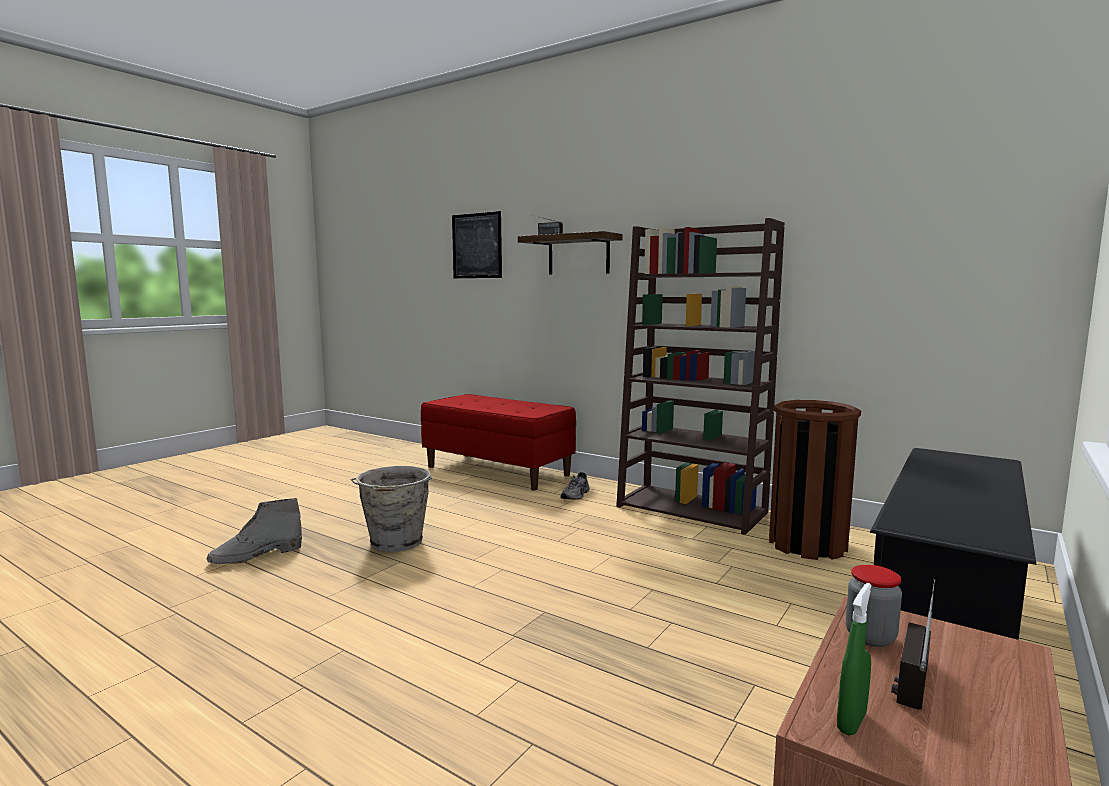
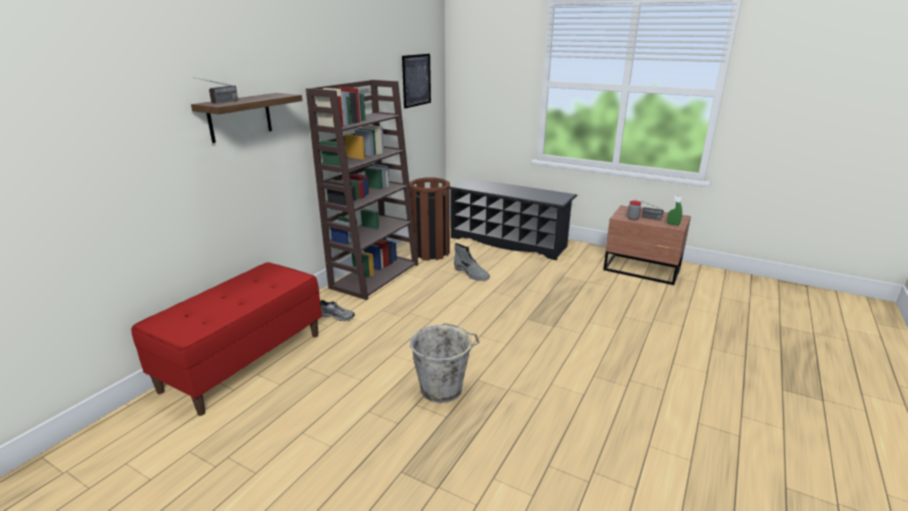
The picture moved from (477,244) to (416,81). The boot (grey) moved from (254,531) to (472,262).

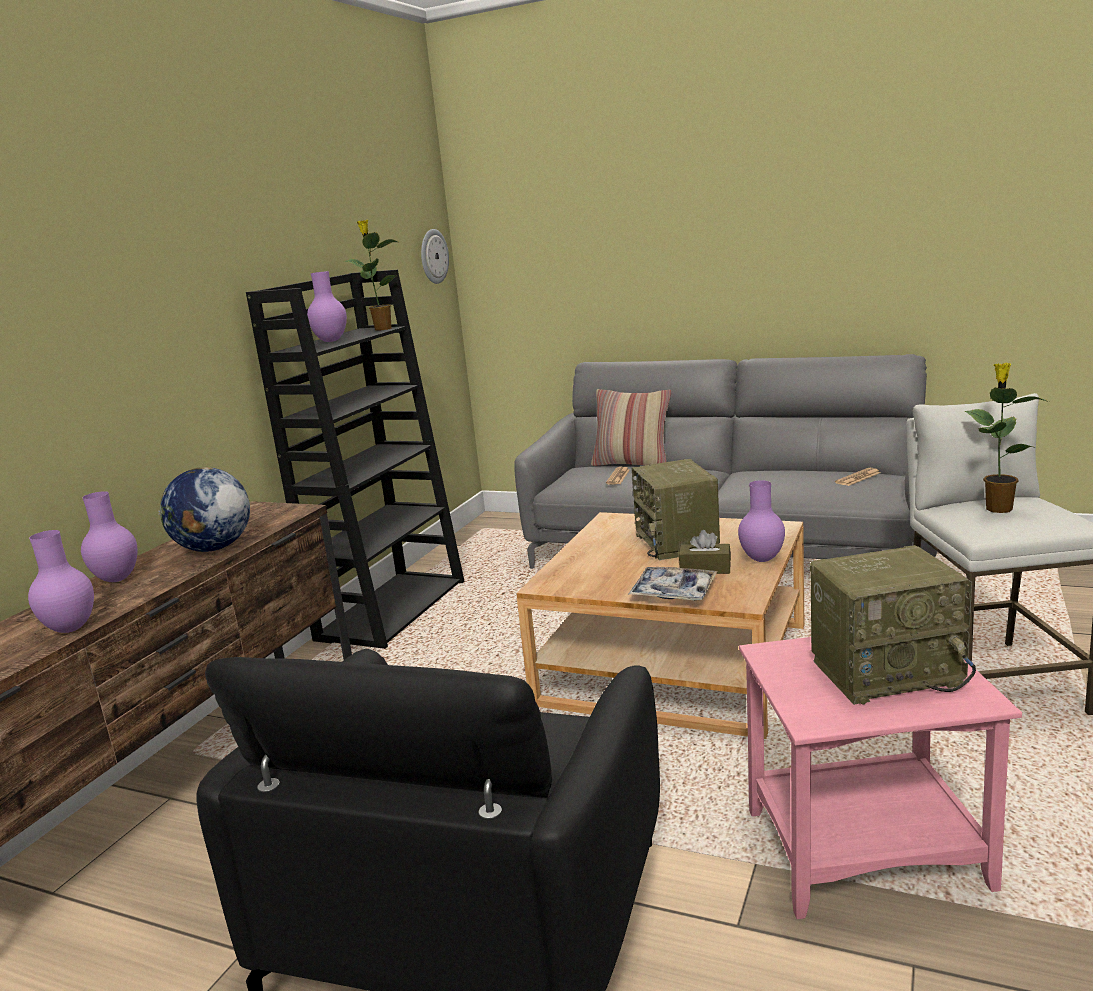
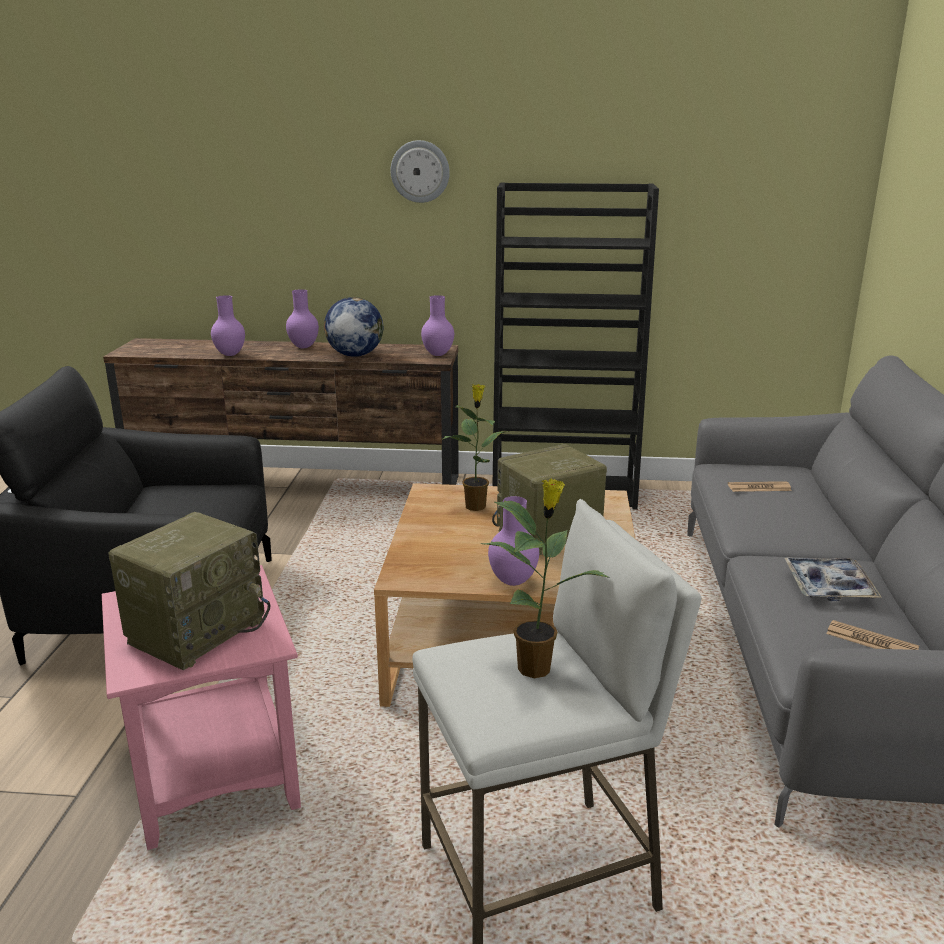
The radio at (893,625) turned 120 degrees counterclockwise. The wall clock moved from (435,256) to (420,171). The vase (purple) moved from (327,306) to (437,325). The potted plant moved from (370,275) to (476,447). The tray moved from (673,584) to (833,579). The pillow at (631,427) disappeared. The tissue box (brown) at (705,552) disappeared.

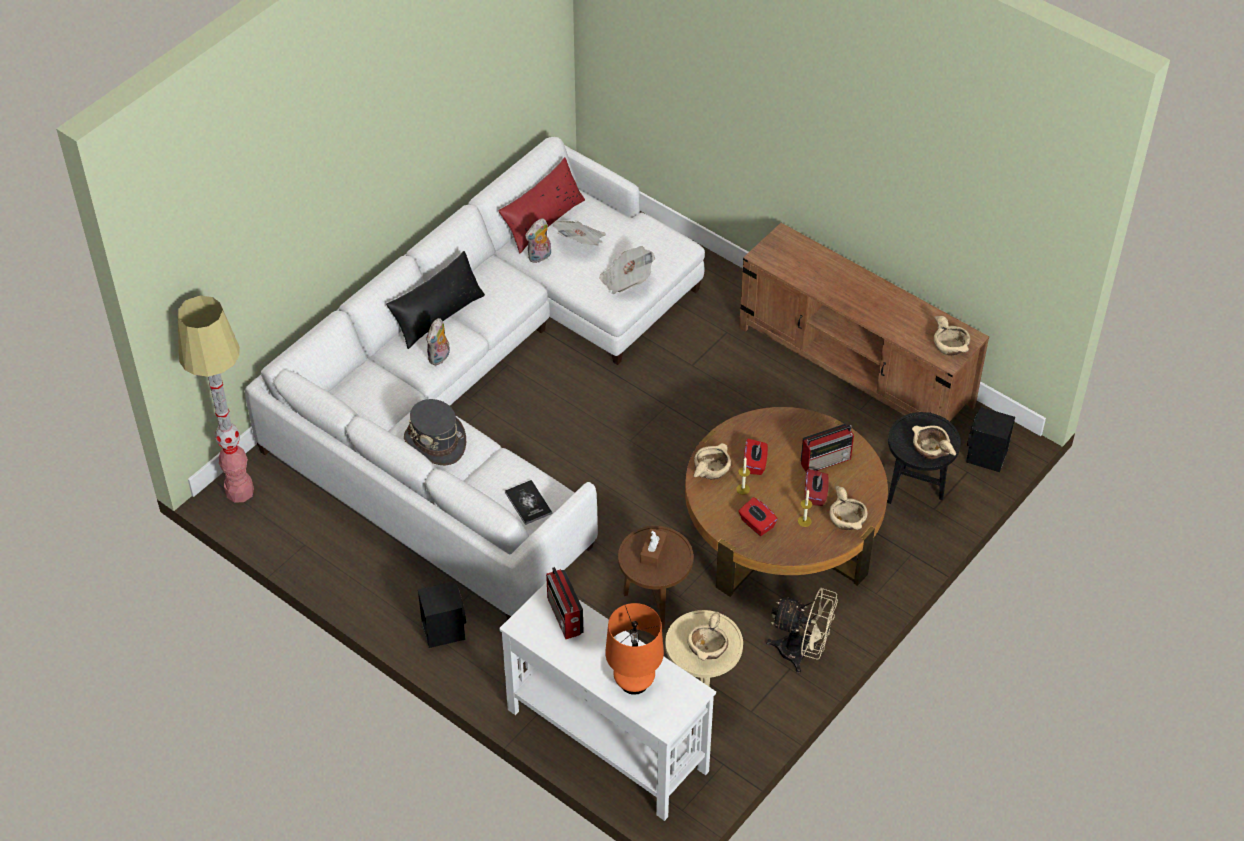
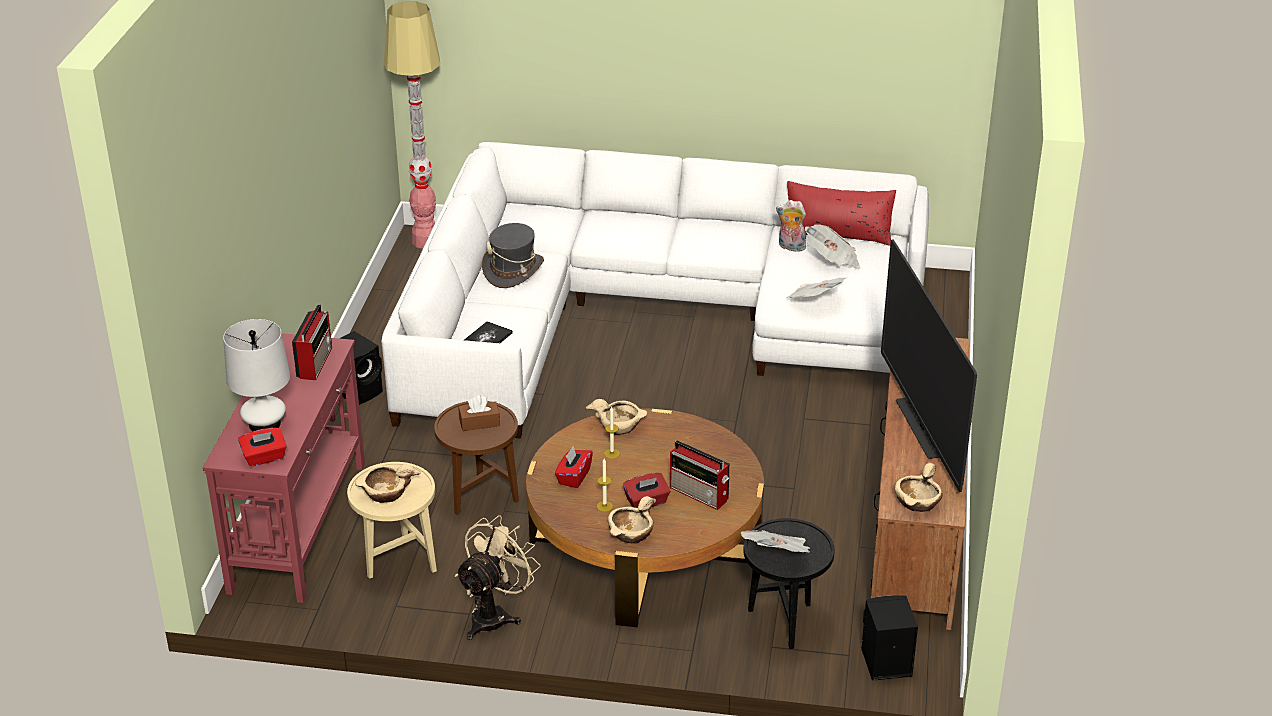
The console table (white) at (607,701) became the console table (red) at (284,468). The table lamp (orange) at (634,649) became the table lamp (white) at (256,375). The tissue box (red) moved from (756,457) to (262,447). The radio at (564,603) turned 150 degrees clockwise. The fan (beige) at (802,630) turned 135 degrees counterclockwise. The bowl (beige) at (934,442) was replaced by the newspaper at (775,541). The television at (929,366) appeared. The pillow (black) at (435,300) disappeared. The plush toy at (438,342) disappeared.

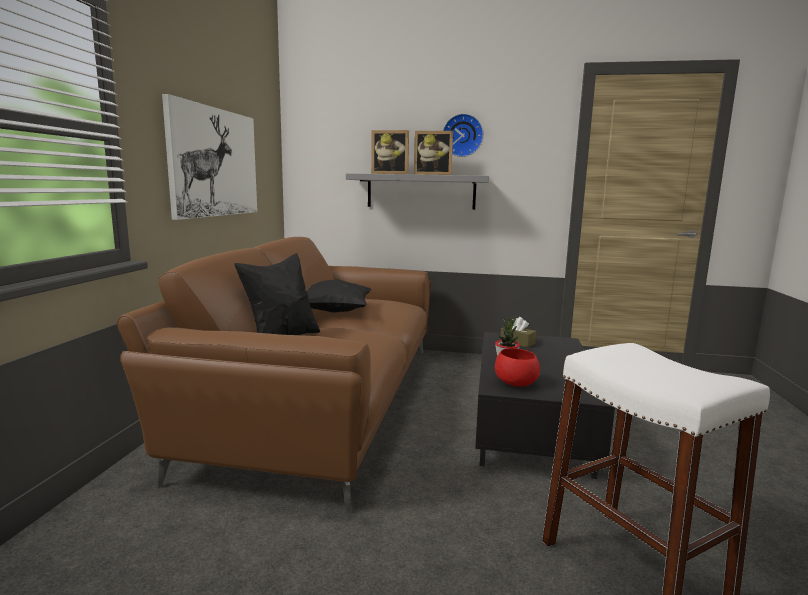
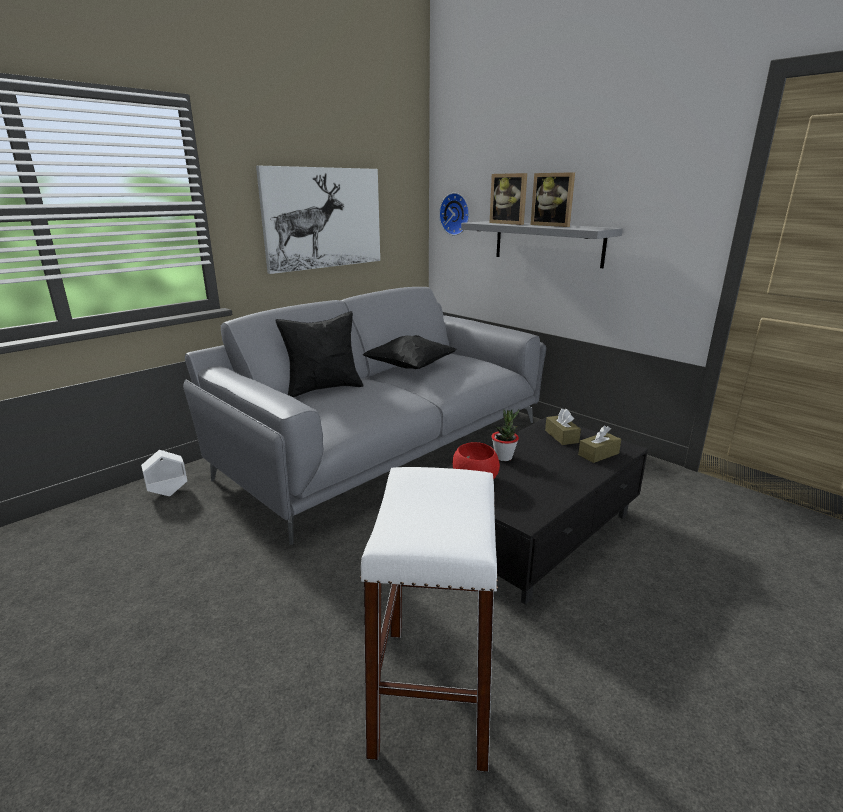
The planter (white) at (164,473) appeared. The sofa (brown) at (274,375) became the sofa (grey) at (364,416). The wall clock moved from (463,135) to (454,214). The tissue box (brown) at (599,444) appeared.

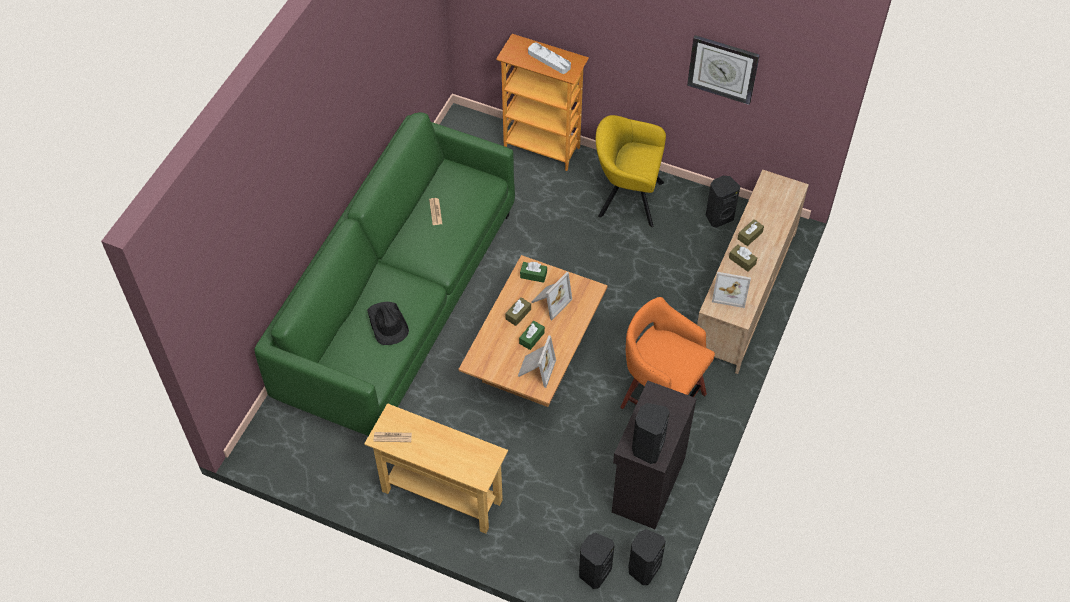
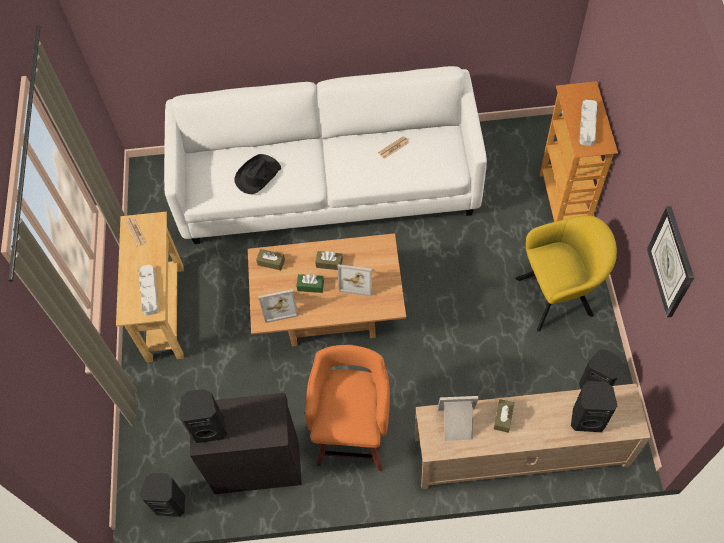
The tray (grey) at (148,290) appeared. The sofa (green) at (385,274) became the sofa (white) at (325,155). The tissue box (brown) moved from (751,232) to (270,259). The picture frame at (731,290) turned 105 degrees clockwise. The armchair (yellow) at (631,171) turned 90 degrees clockwise. The speaker (black) moved from (597,561) to (594,406). The tissue box (green) at (533,272) disappeared.

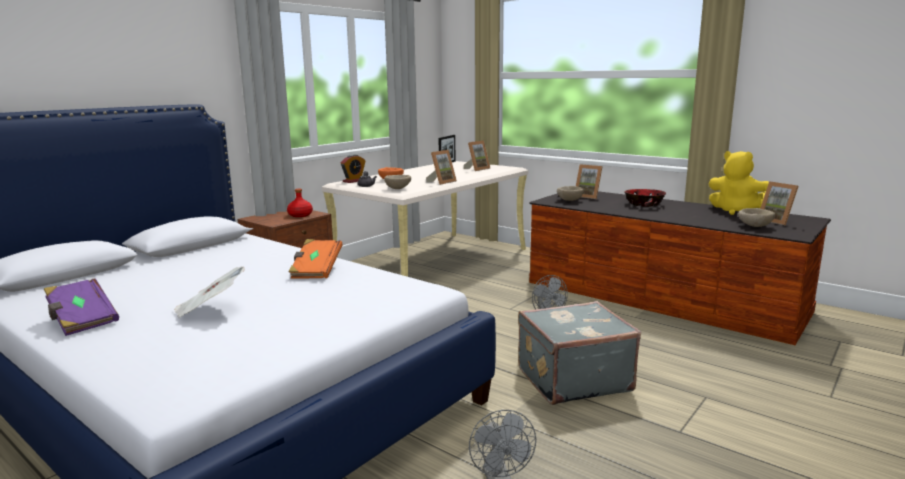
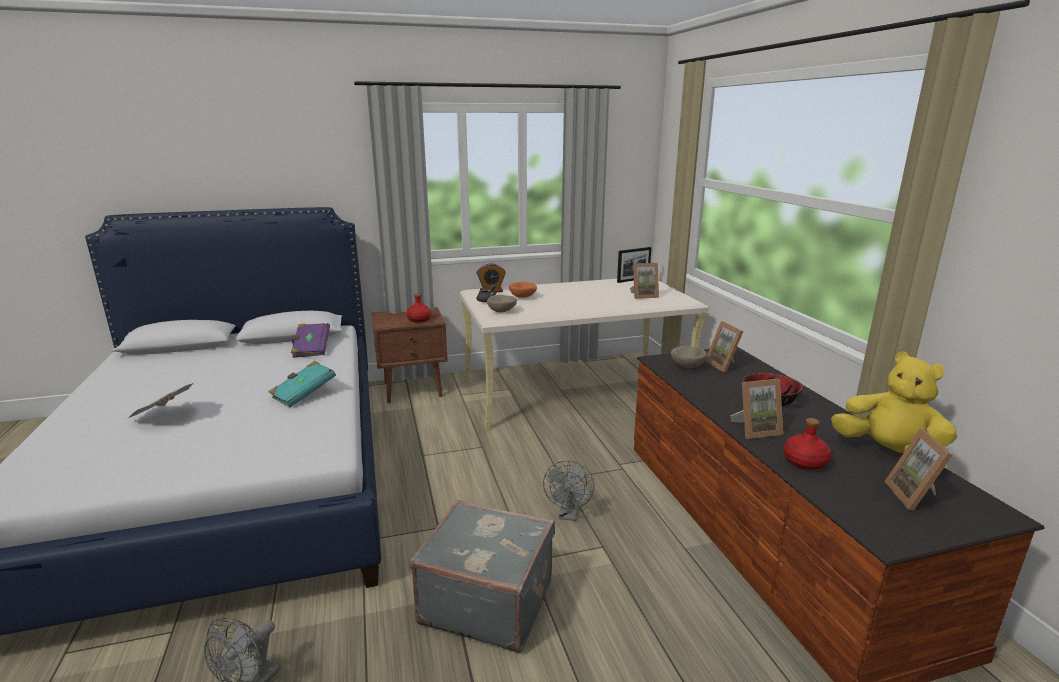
The book (orange) at (315,259) became the book (turquoise) at (302,384). The book (purple) moved from (81,307) to (310,340). The picture frame moved from (441,167) to (757,409). The bottle (red) at (807,444) appeared. The plush toy (yellow) at (738,183) turned 150 degrees clockwise. The bowl (beige) at (756,217) disappeared.

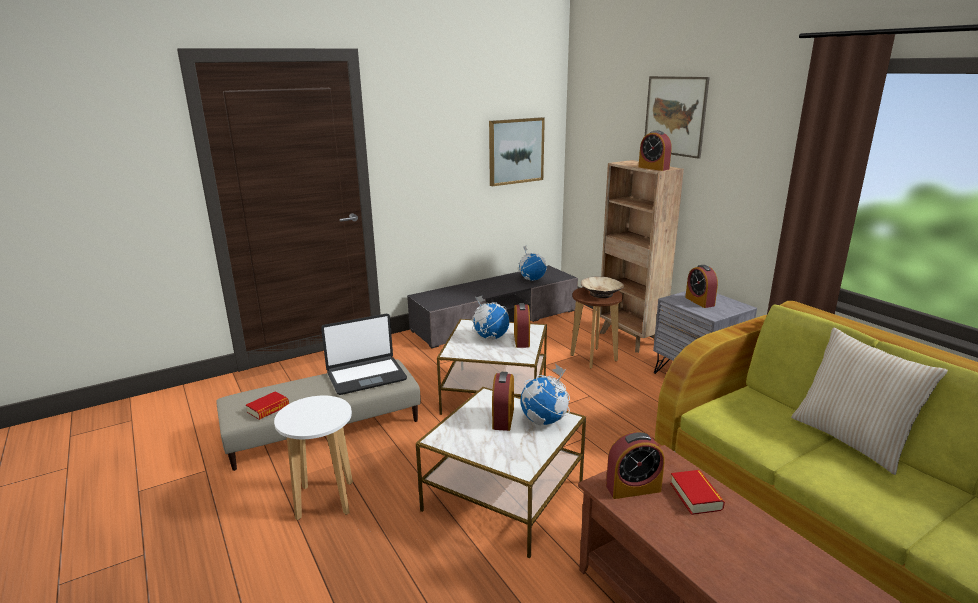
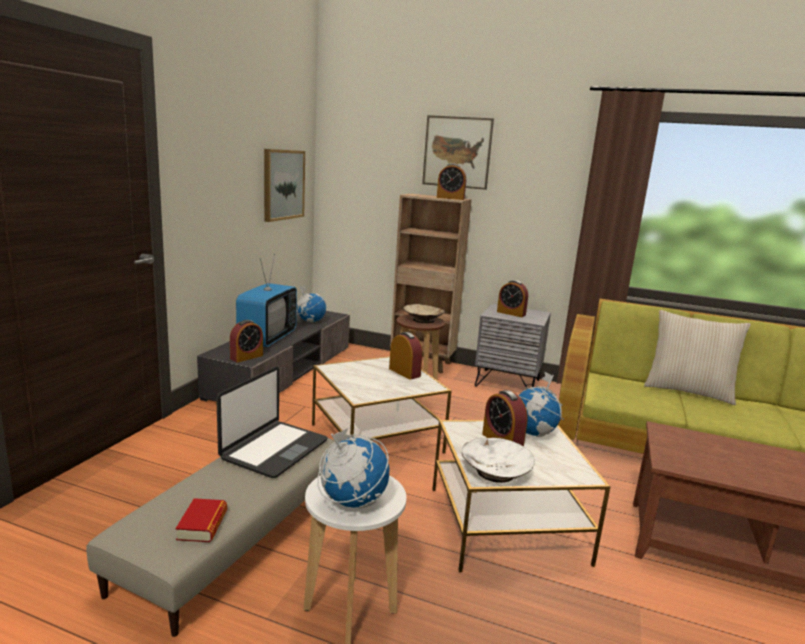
The alarm clock moved from (635,465) to (246,341). The television at (266,300) appeared. The globe moved from (490,318) to (353,468). The bowl (white) at (498,460) appeared. The book at (697,492) disappeared.

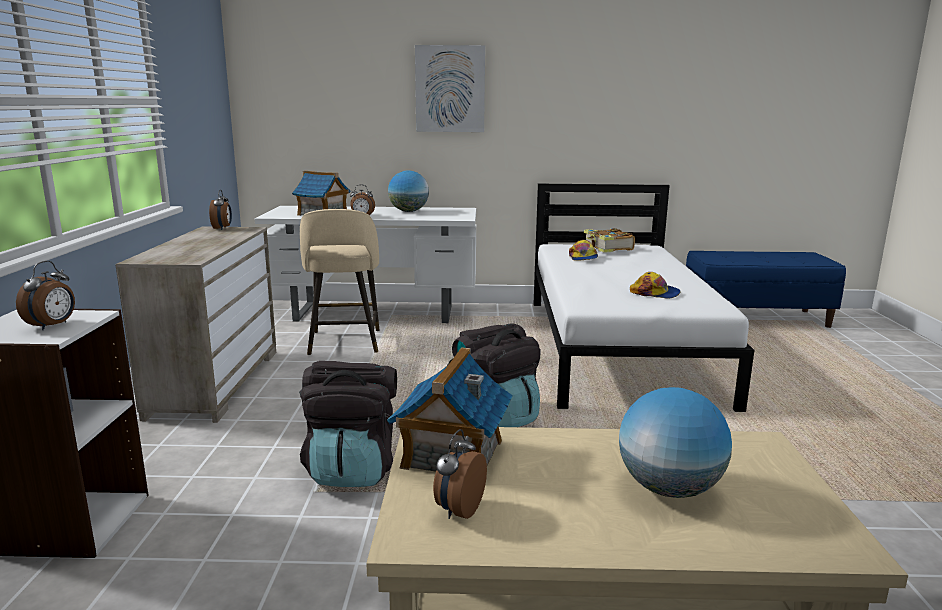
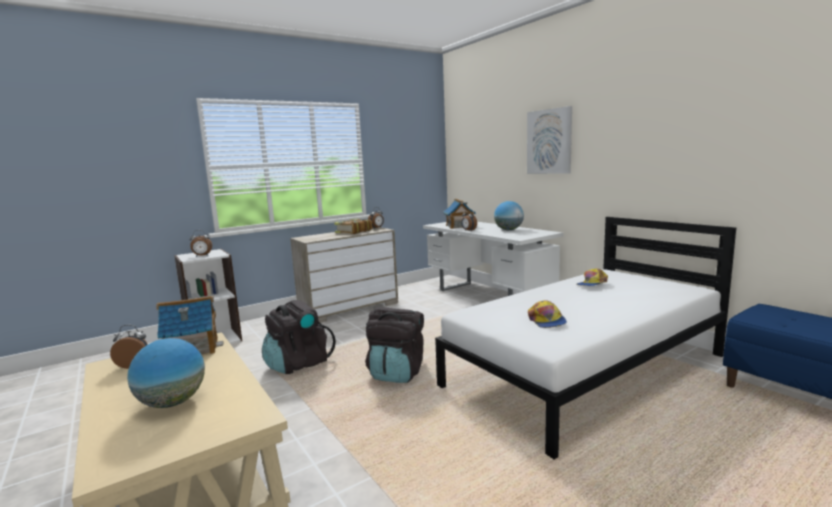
The book moved from (609,240) to (353,226). The stool (beige) at (339,282) disappeared.

